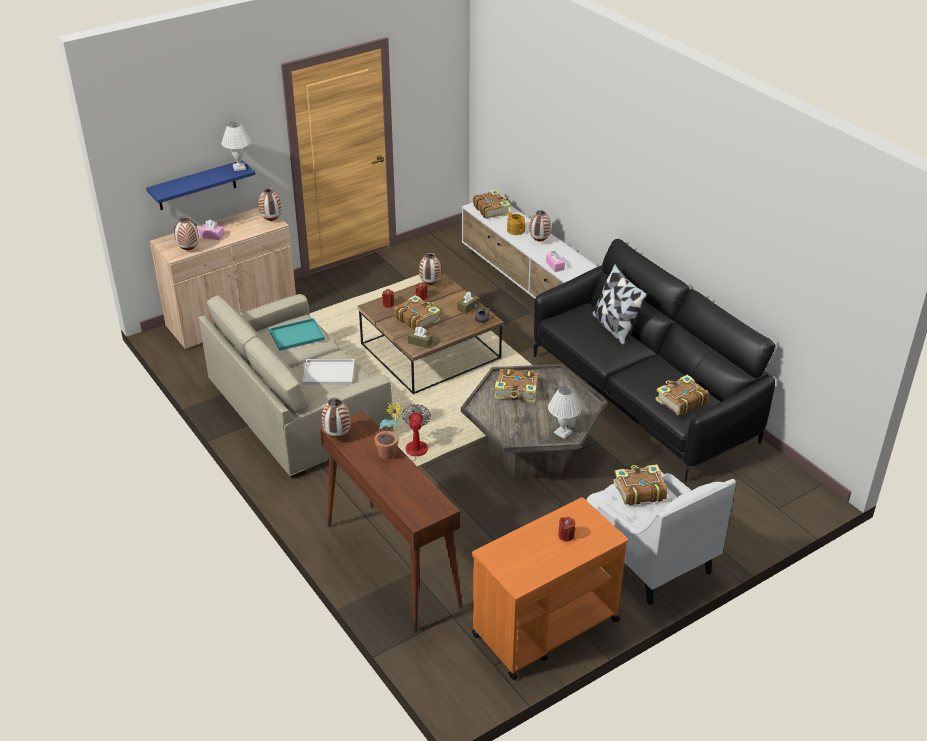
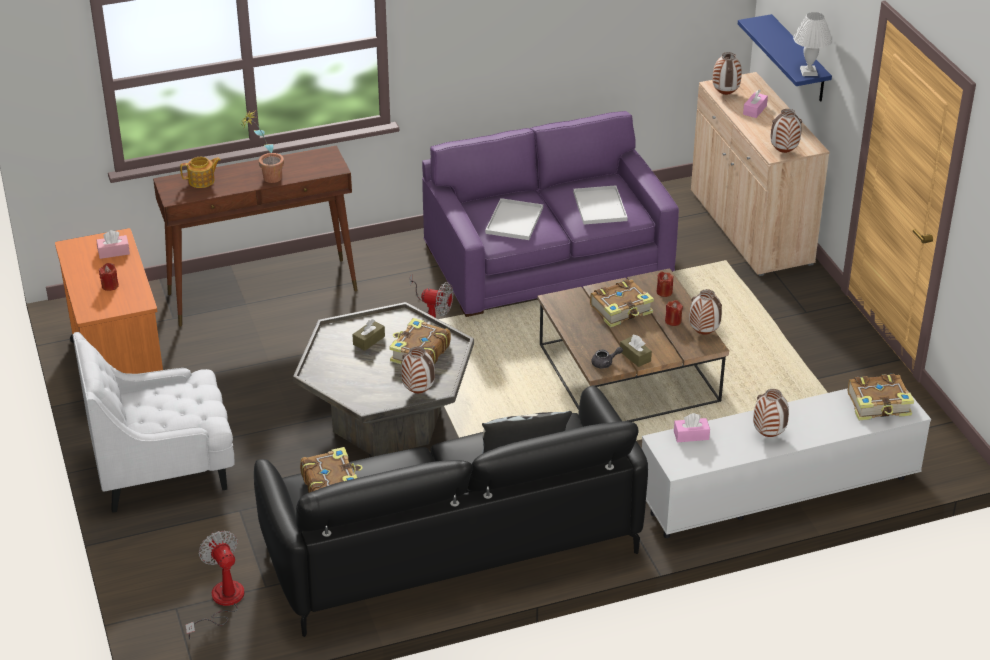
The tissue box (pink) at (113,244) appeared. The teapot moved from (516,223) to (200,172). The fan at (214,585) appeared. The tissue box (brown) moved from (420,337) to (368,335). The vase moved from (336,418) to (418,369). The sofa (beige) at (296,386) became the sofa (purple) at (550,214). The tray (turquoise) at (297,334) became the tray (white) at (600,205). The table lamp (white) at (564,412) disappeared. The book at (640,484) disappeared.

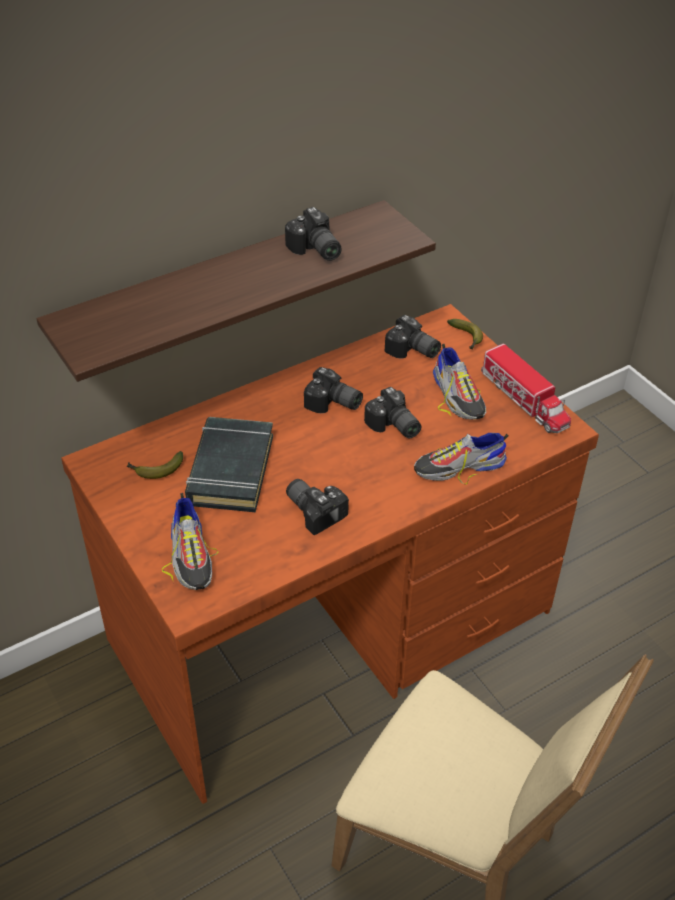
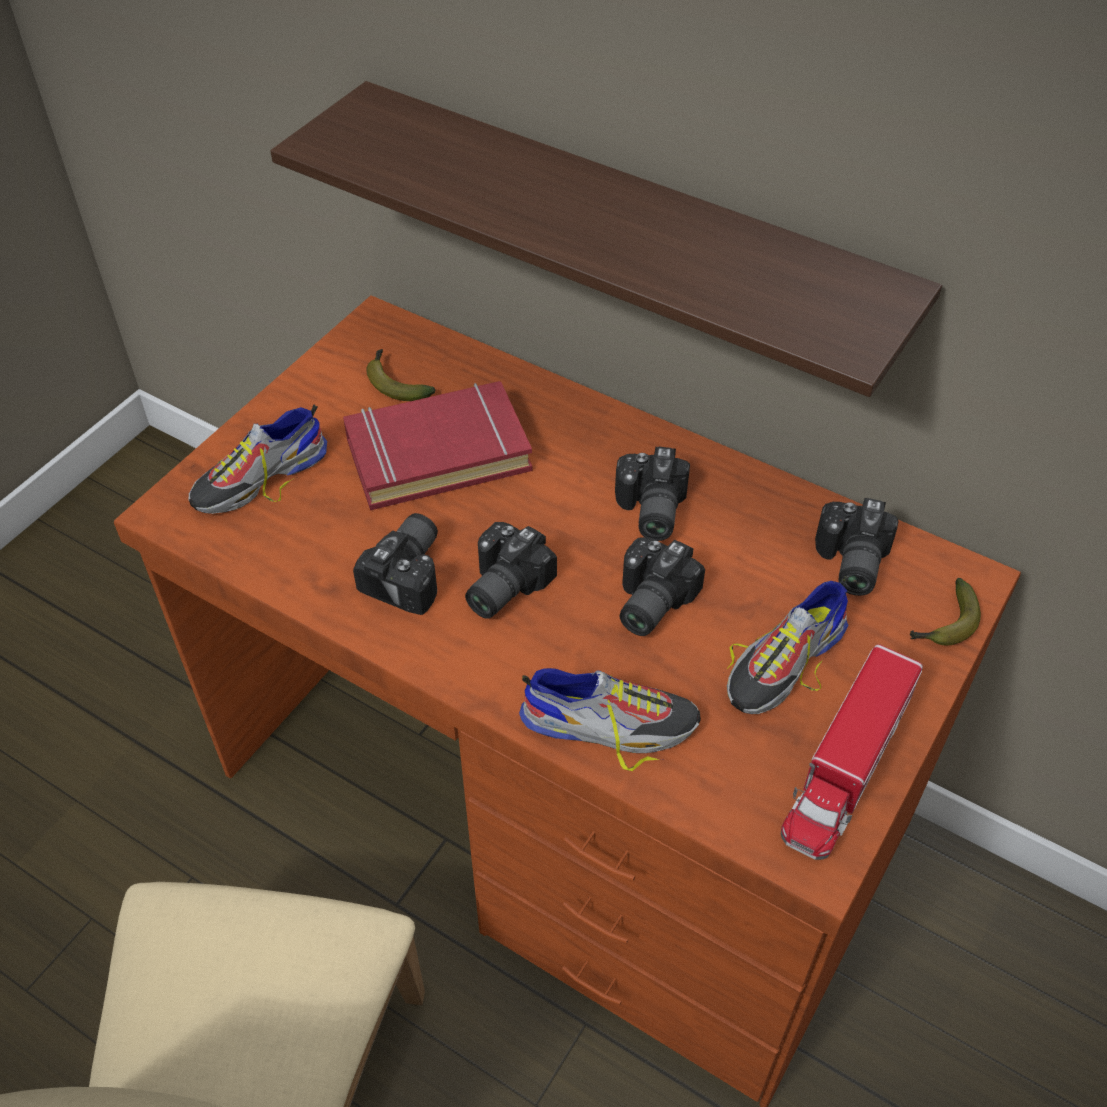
The book (black) at (229,464) became the book (red) at (437,445). The photo camera moved from (313,234) to (511,570). The shoe at (461,458) turned 135 degrees clockwise.

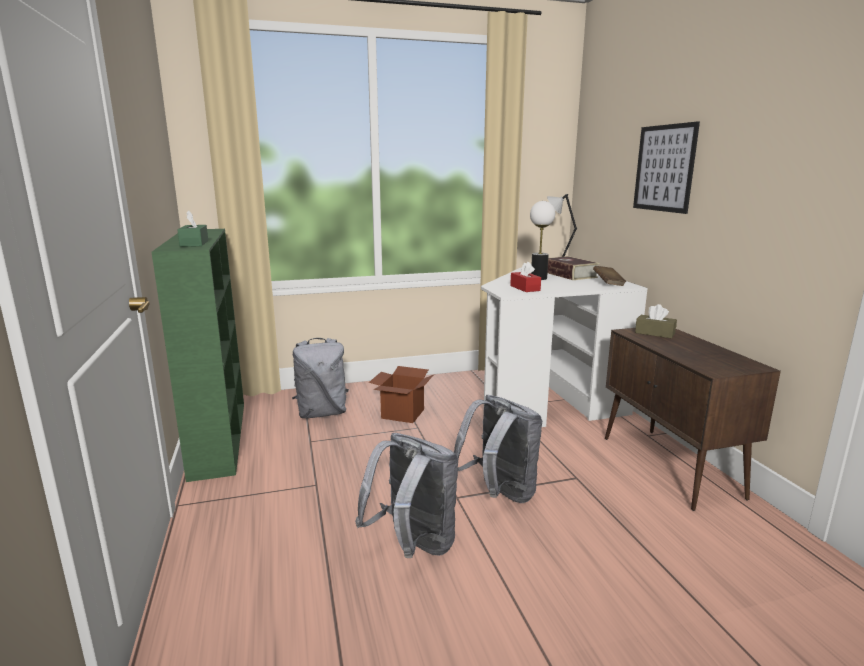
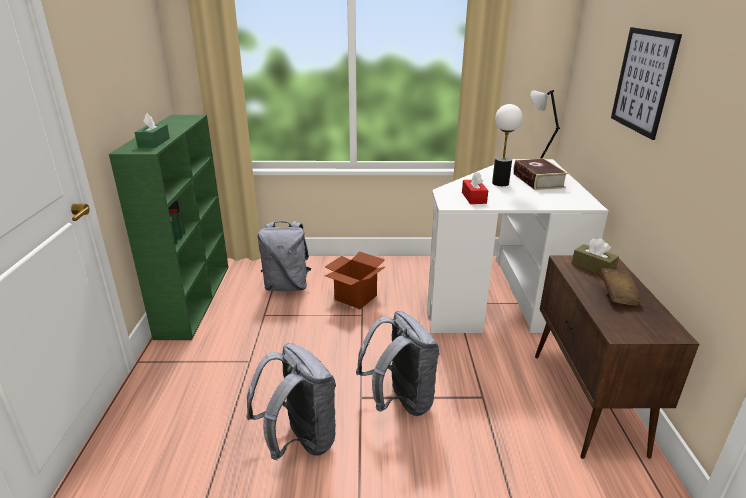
The book (brown) moved from (609,276) to (621,287).

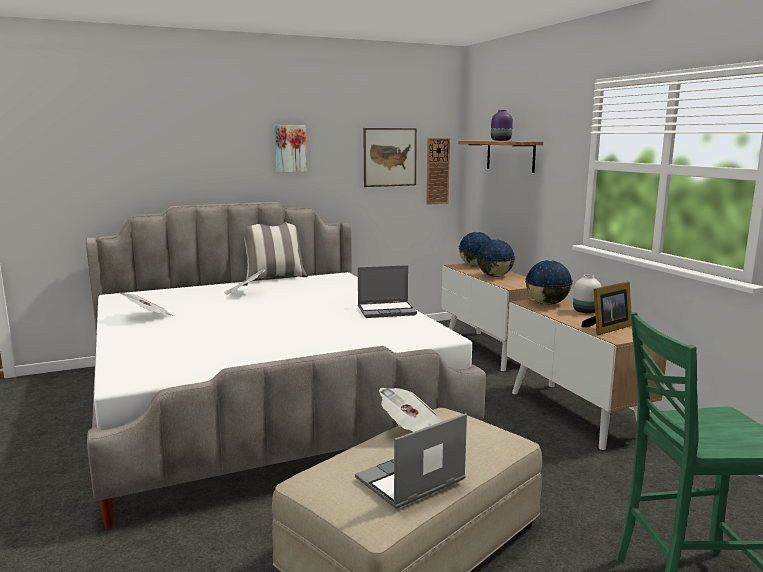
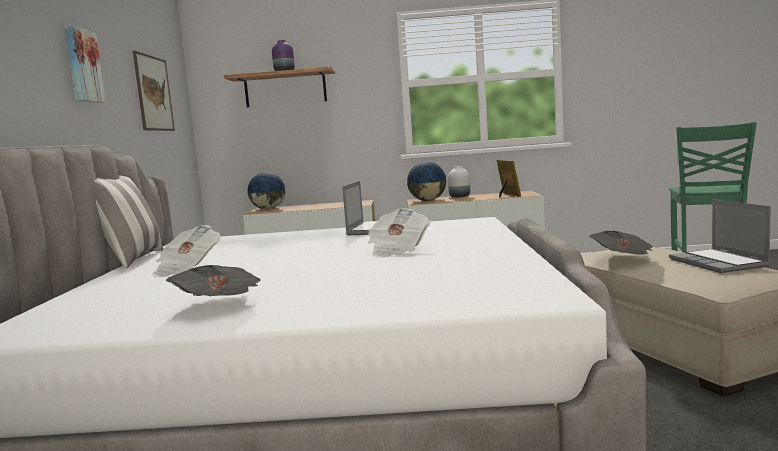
The newspaper at (399,233) appeared. The wall clock at (438,171) disappeared. The globe at (495,258) disappeared.

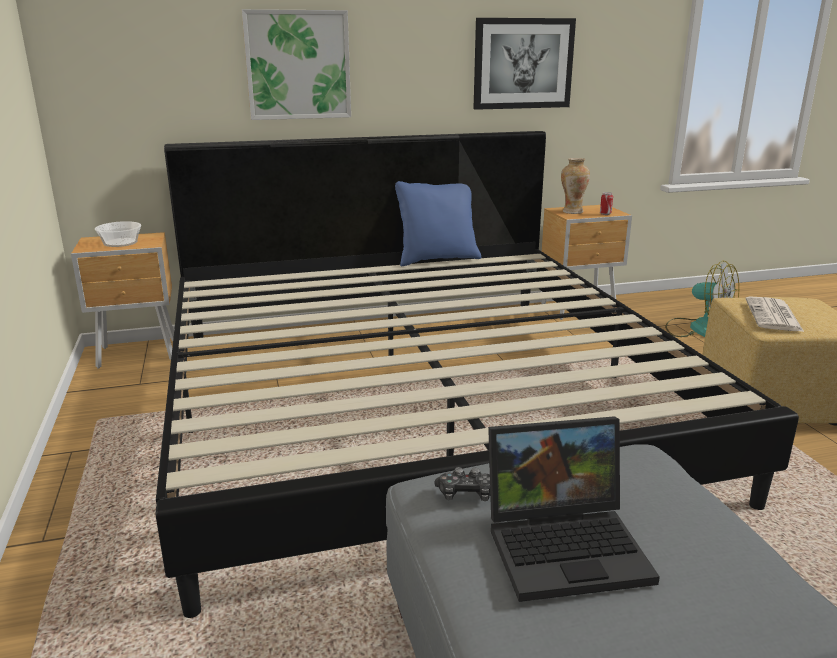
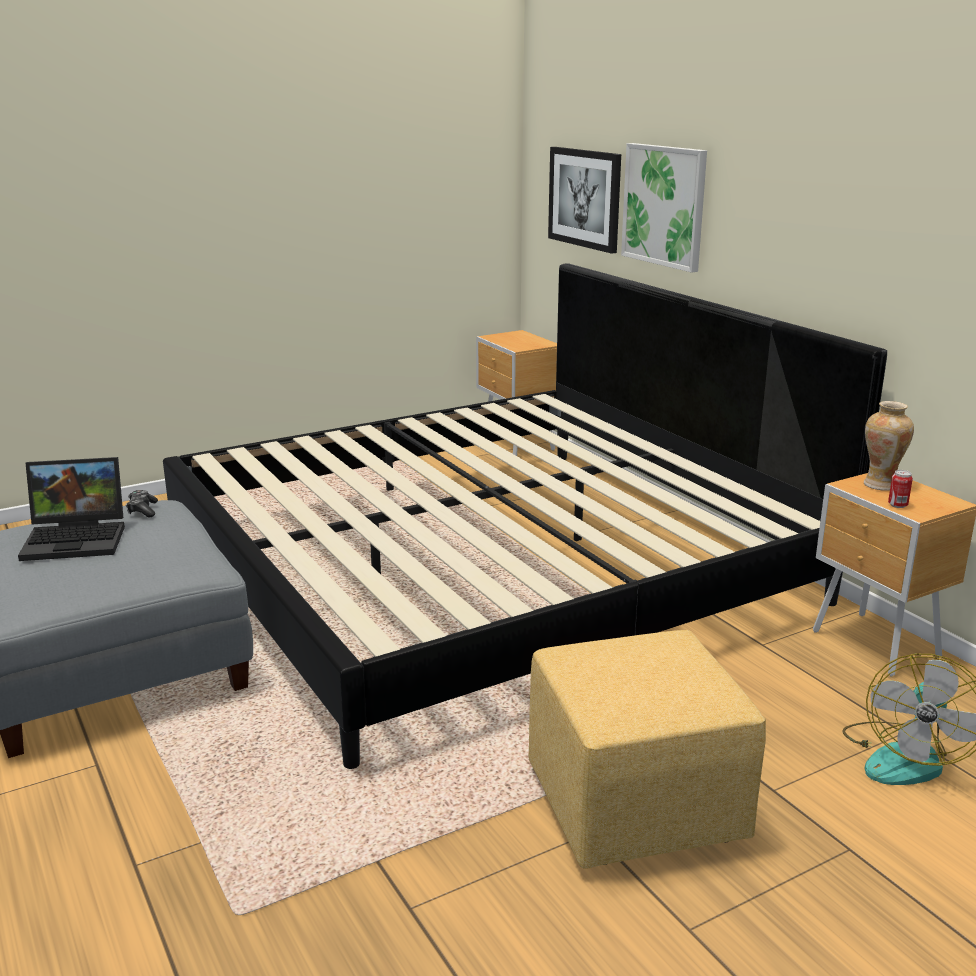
The laptop at (574,509) turned 75 degrees counterclockwise. The picture moved from (524,64) to (584,200). The bowl at (118,234) disappeared. The pillow (blue) at (438,223) disappeared. The newspaper at (774,314) disappeared.

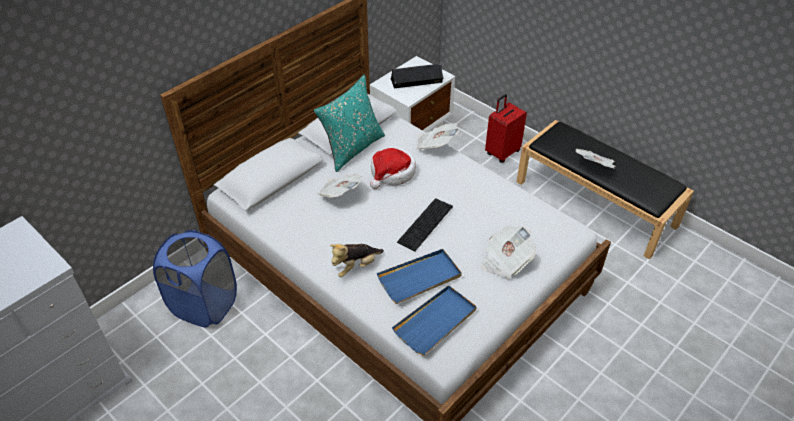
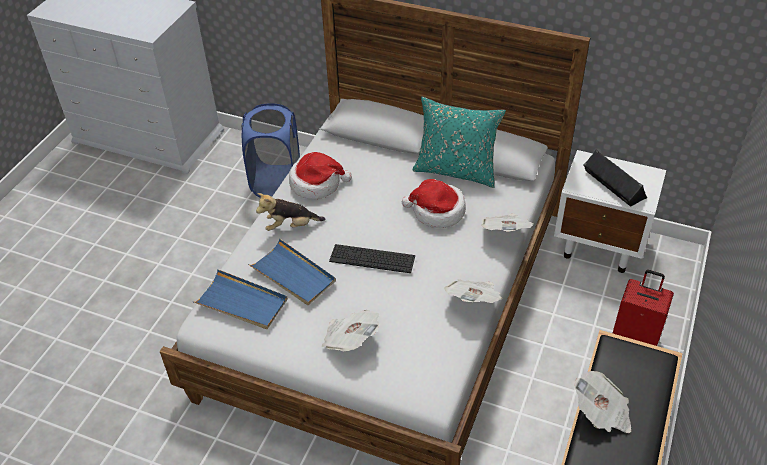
The plush toy at (357,260) turned 45 degrees counterclockwise. The hat at (320,175) appeared. The newspaper moved from (340,186) to (473,291).

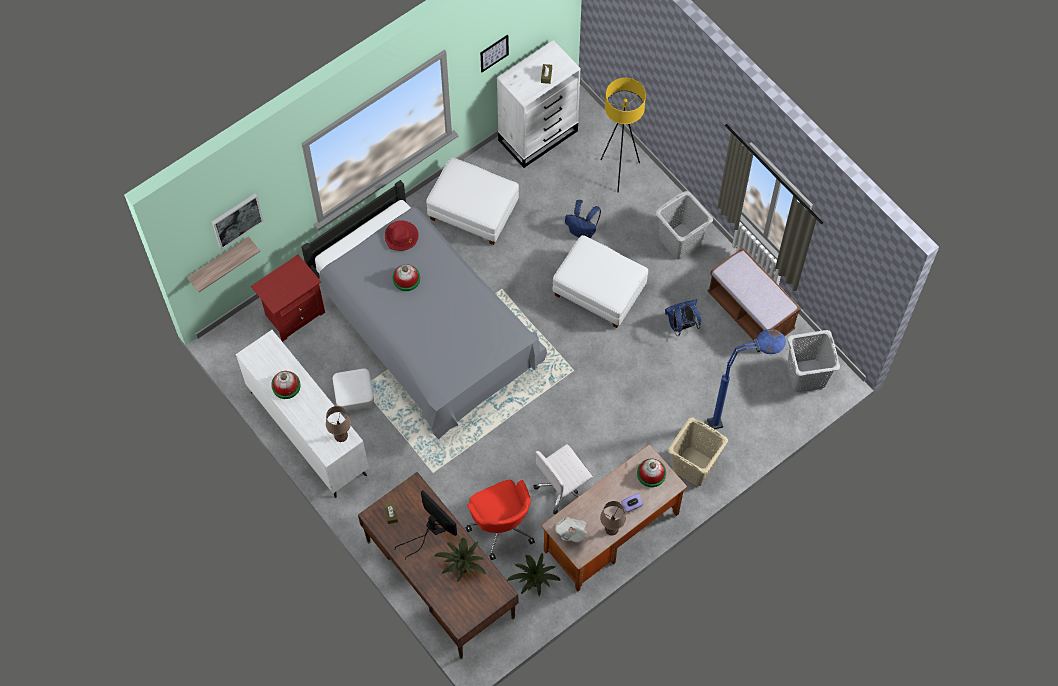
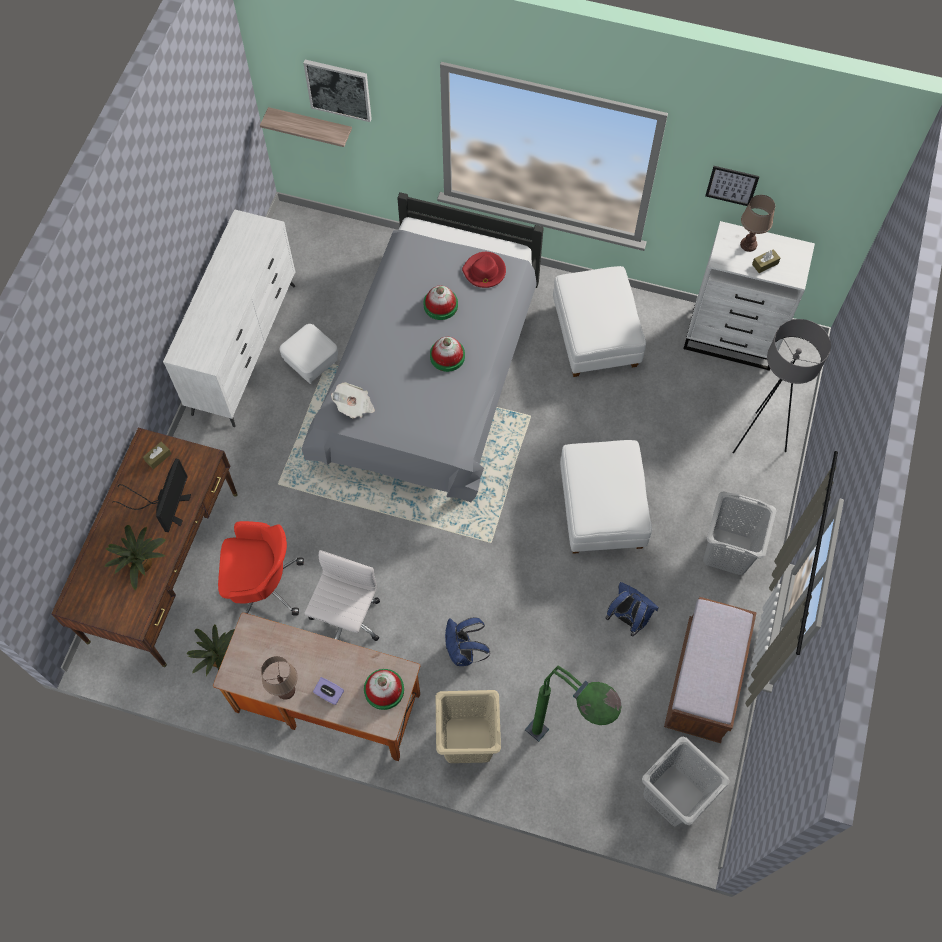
The office chair (red) at (500,520) turned 120 degrees counterclockwise. The office chair (white) at (563,479) turned 90 degrees clockwise. The newspaper moved from (571,529) to (353,400). The hat moved from (286,385) to (447,354). The backpack (blue) moved from (583,219) to (467,641). The floor lamp (blue) at (746,379) became the floor lamp (green) at (573,704). The floor lamp (yellow) at (623,135) became the floor lamp (grey) at (782,386). The table lamp (brown) moved from (338,424) to (757,223). The nightstand (red) at (288,298) disappeared.

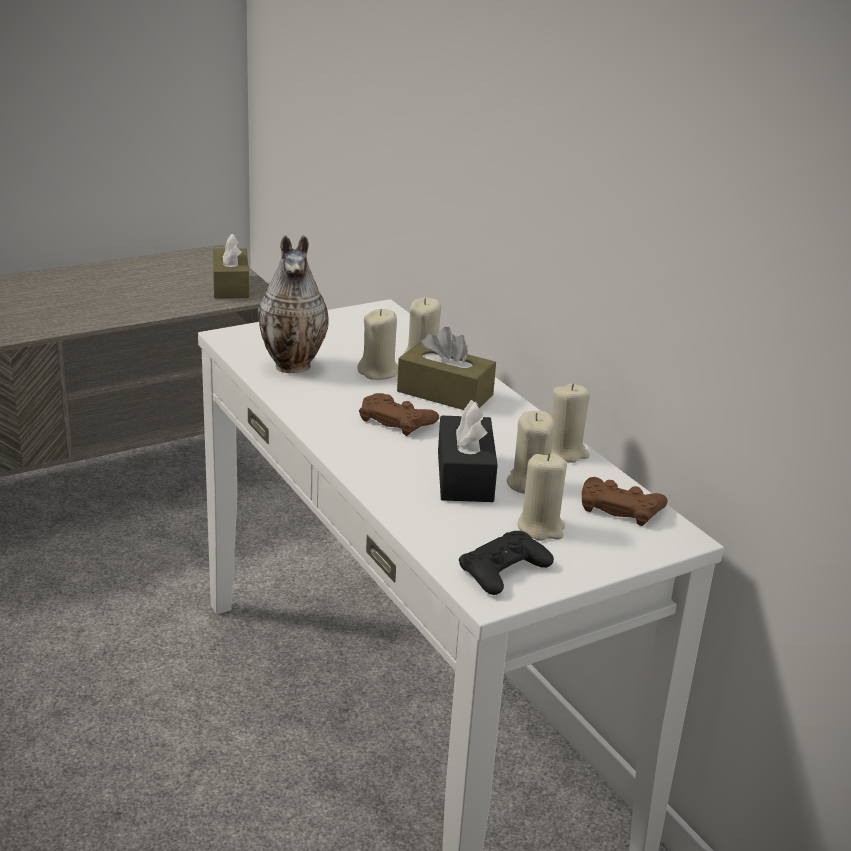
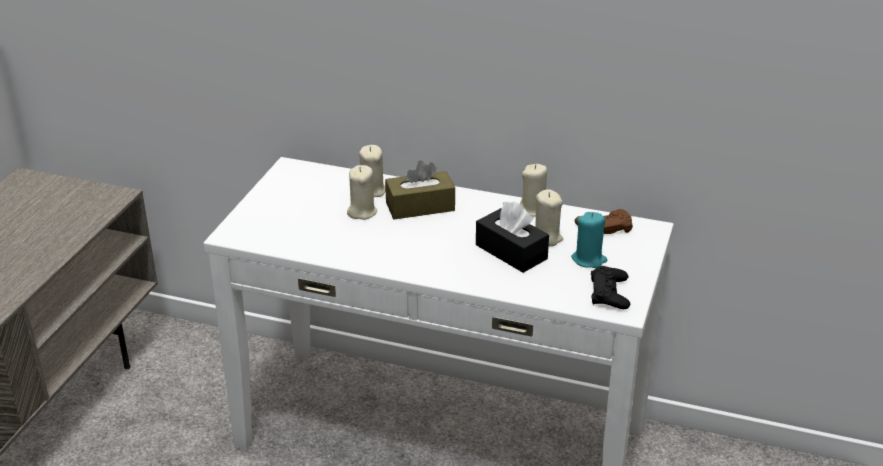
The candle (beige) at (542,496) became the candle (turquoise) at (589,240). The tissue box (brown) at (231,265) disappeared. The vase at (293,304) disappeared. The game controller (brown) at (399,414) disappeared.

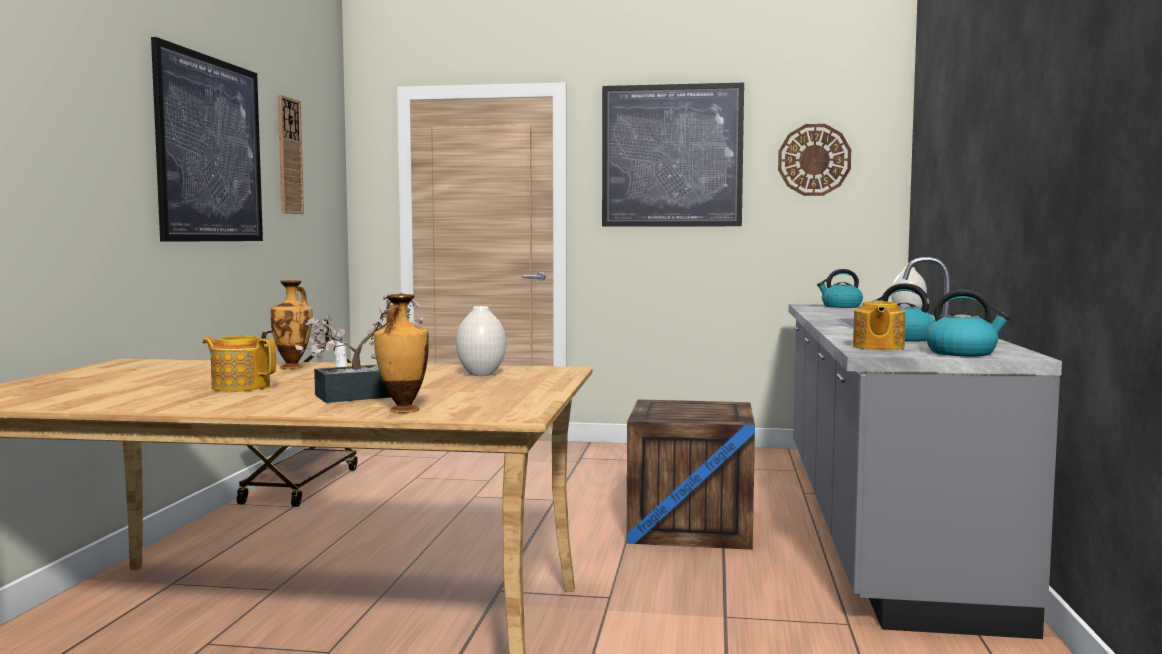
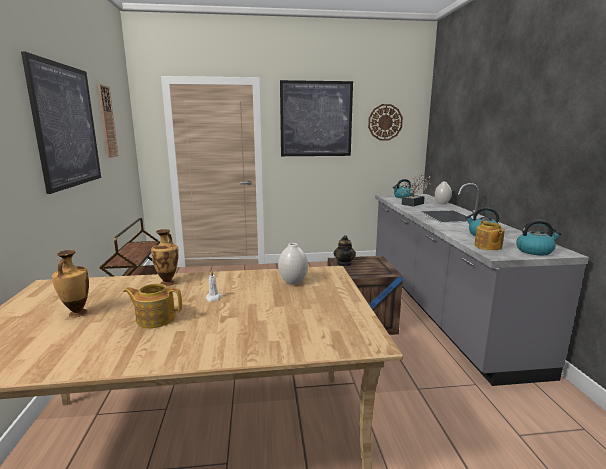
The vase moved from (401,353) to (70,283). The teapot at (344,250) appeared. The potted plant moved from (359,347) to (416,190).

